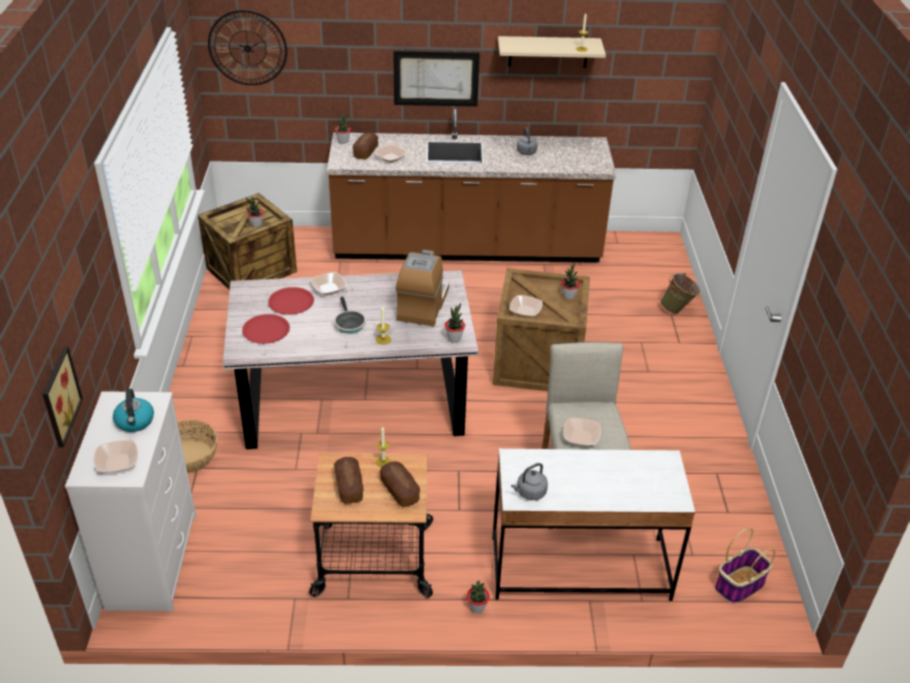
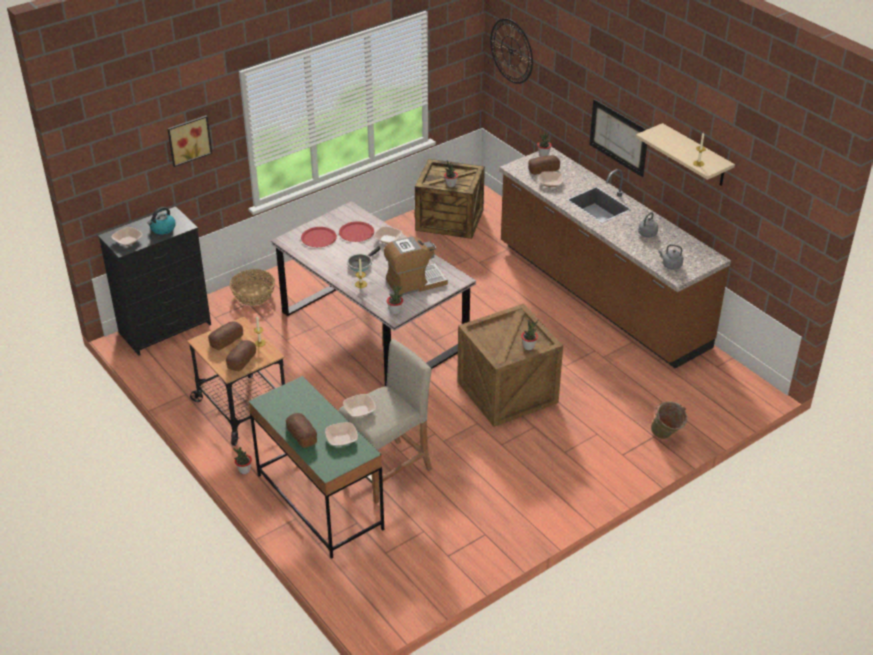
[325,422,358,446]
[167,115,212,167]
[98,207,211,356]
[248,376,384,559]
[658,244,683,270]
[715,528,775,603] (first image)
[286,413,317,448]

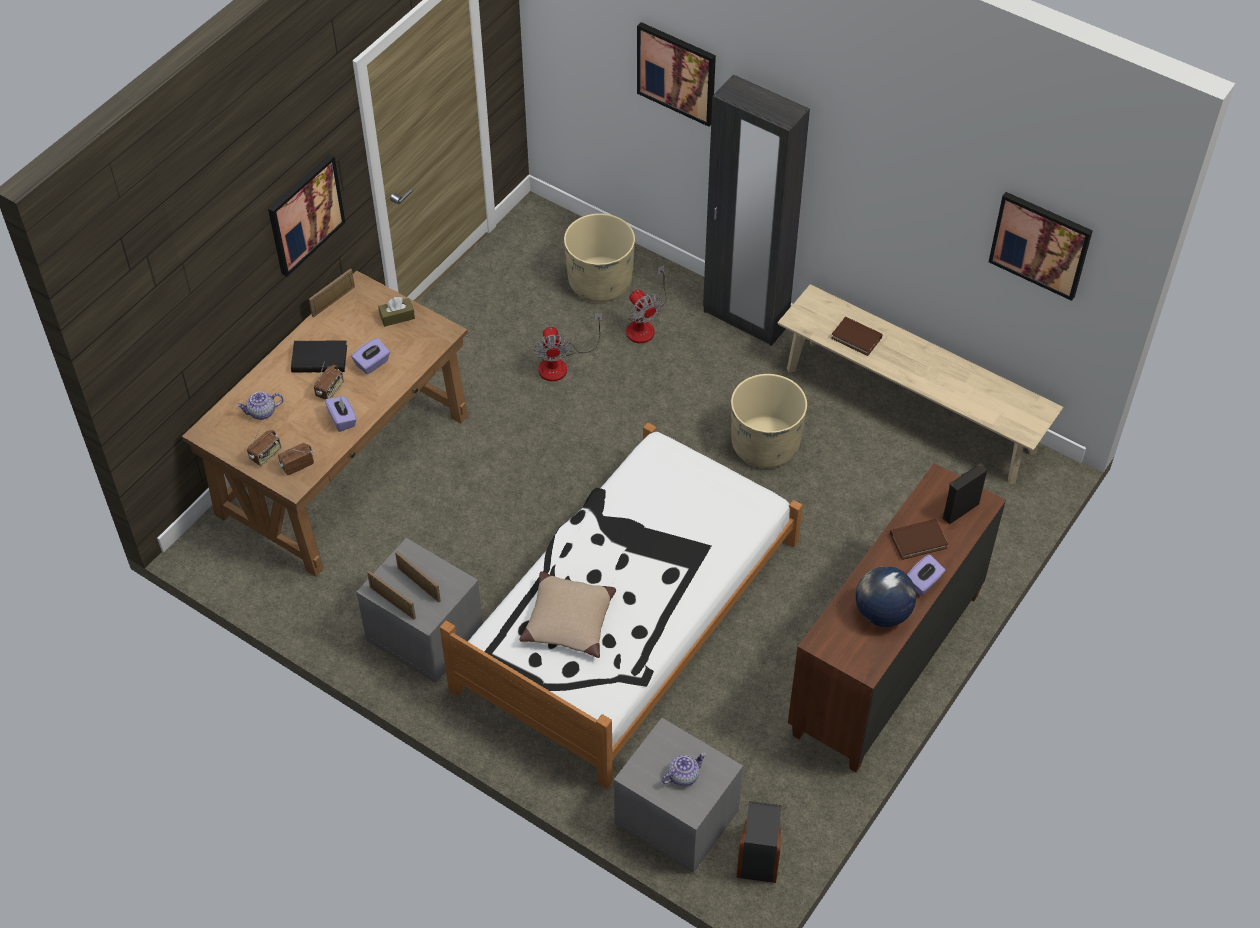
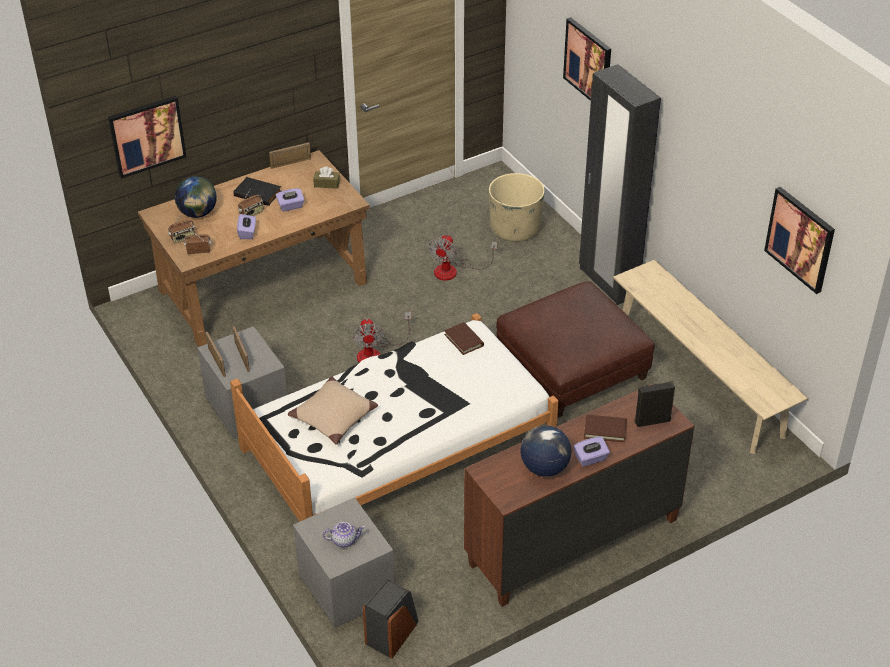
[108,96,187,179]
[353,312,411,362]
[444,322,484,355]
[496,281,654,418]
[175,176,217,218]

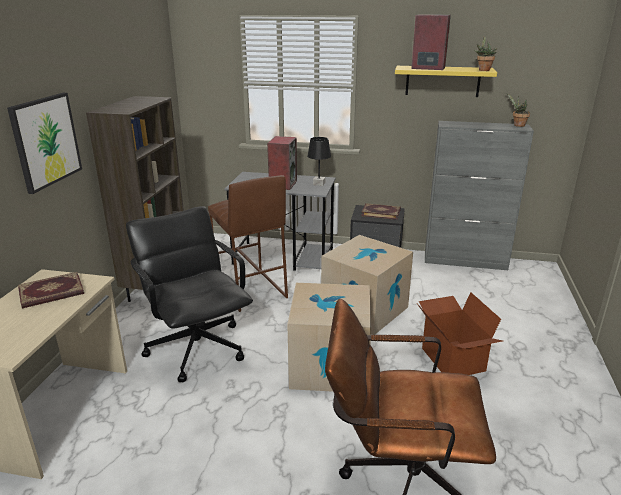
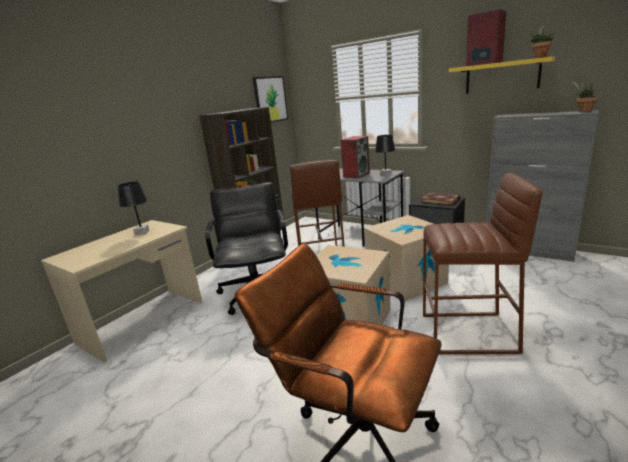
[253,76,288,123]
[118,181,150,236]
[423,173,542,354]

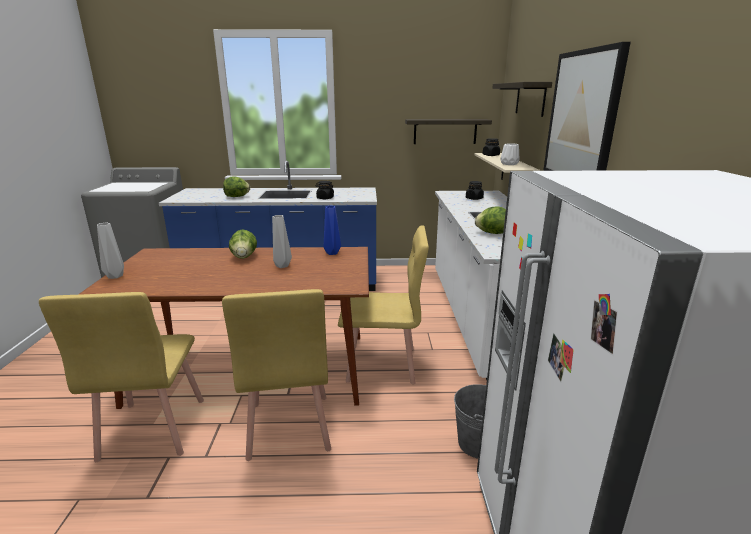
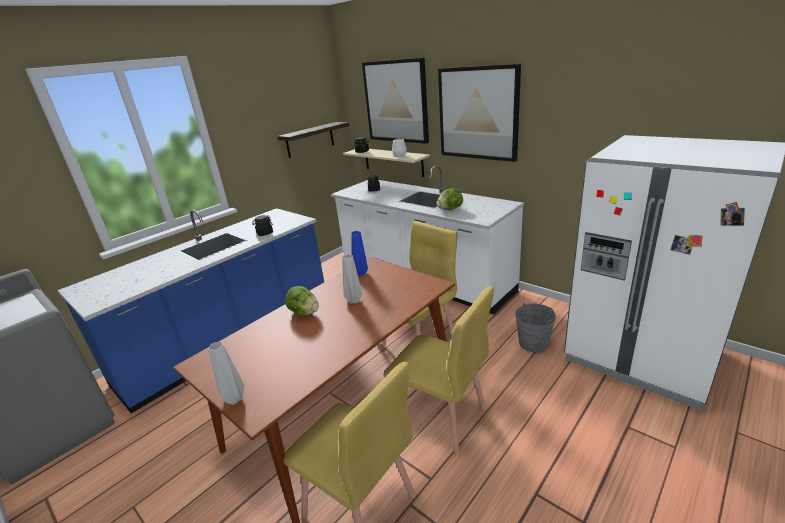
[362,58,429,144]
[223,176,250,197] (first image)

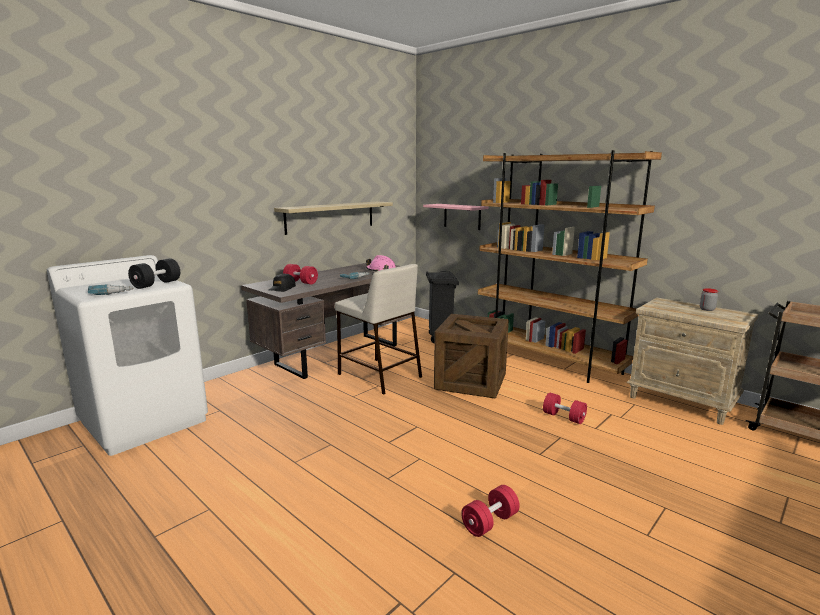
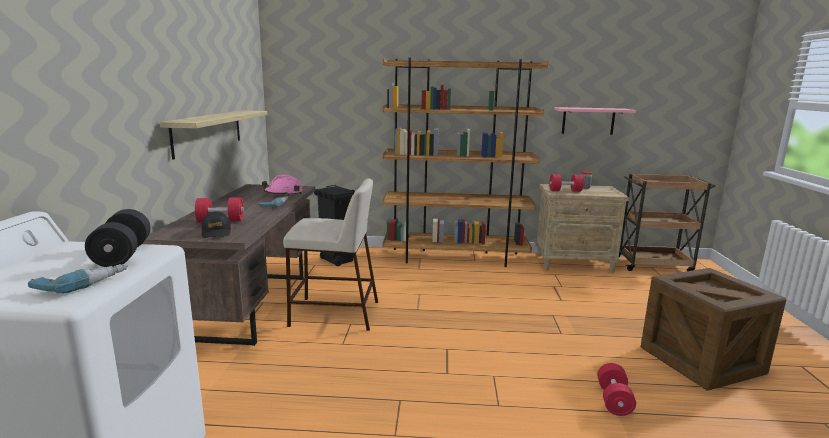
[554,107,636,135]
[641,268,786,391]
[549,174,584,192]

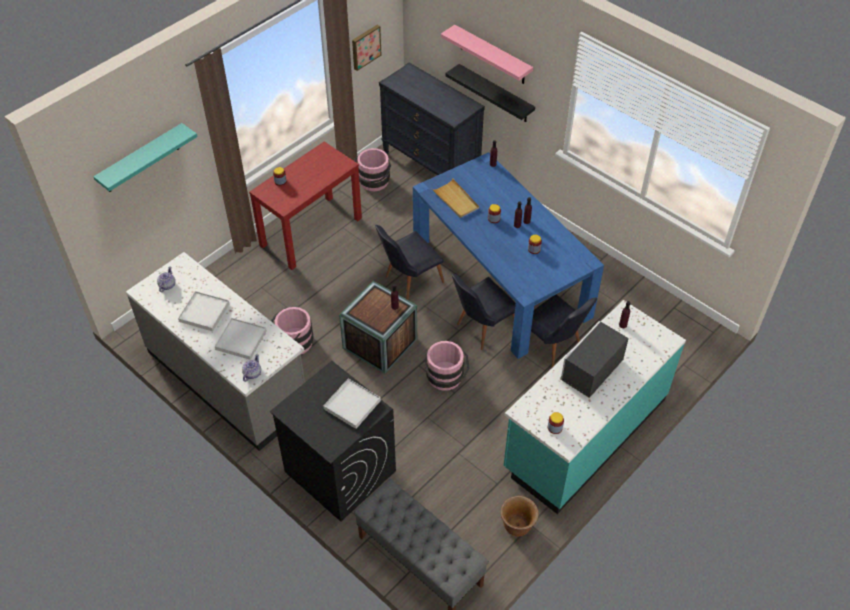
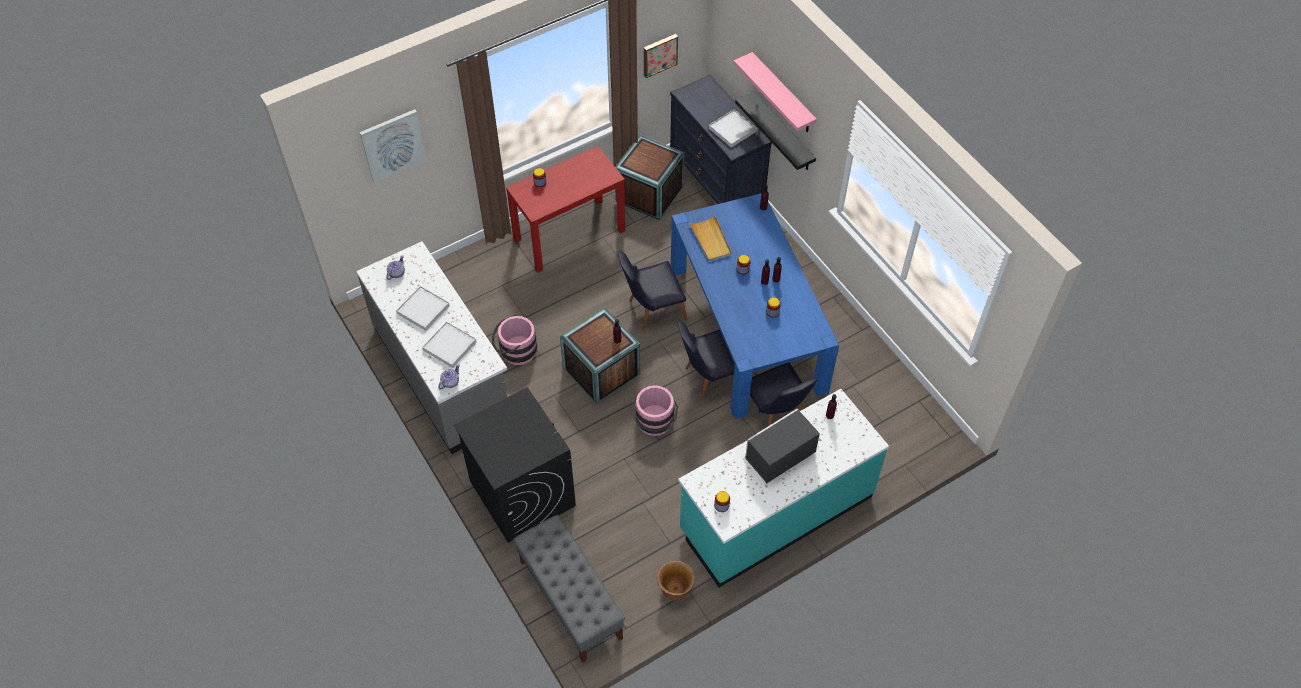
[360,109,427,184]
[615,135,685,220]
[709,109,757,148]

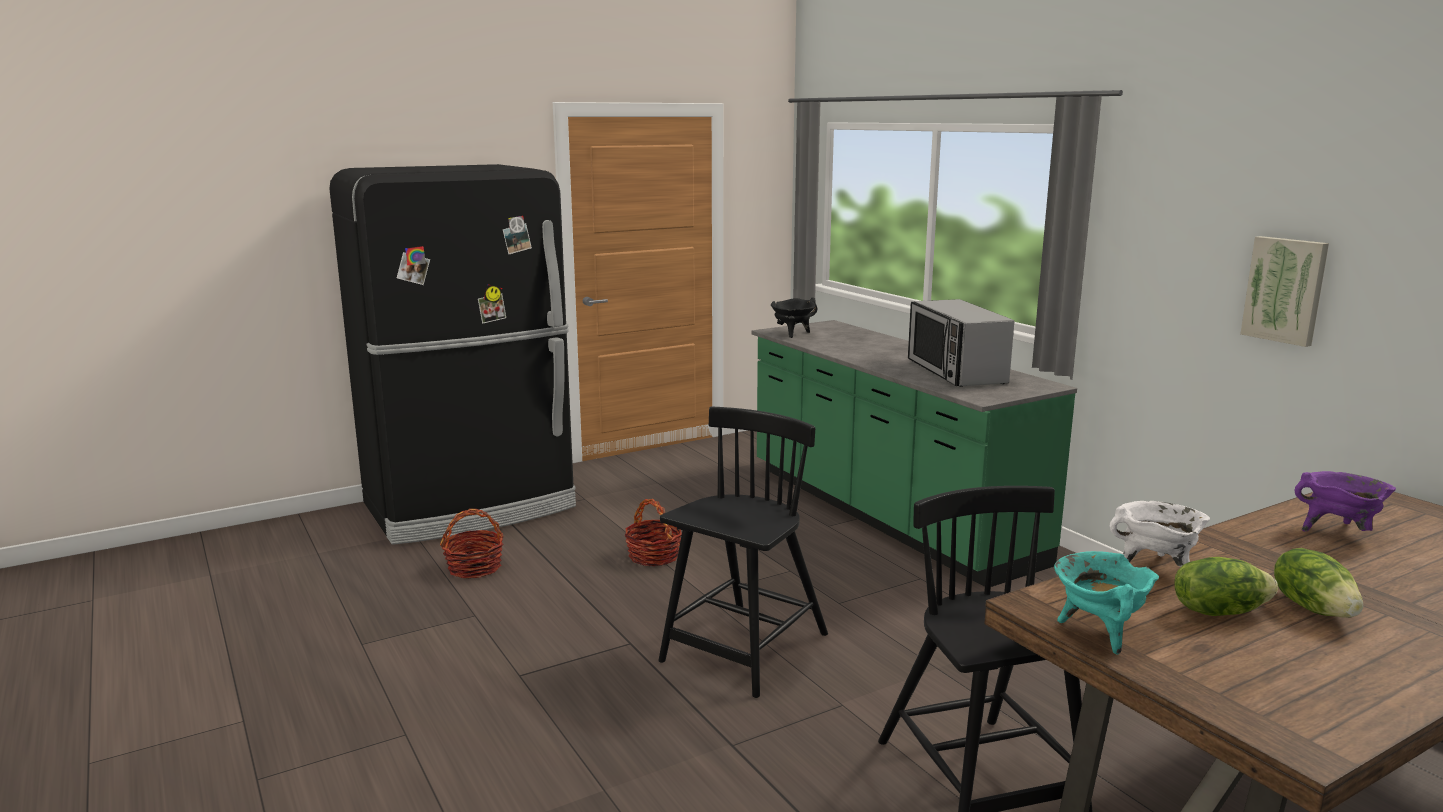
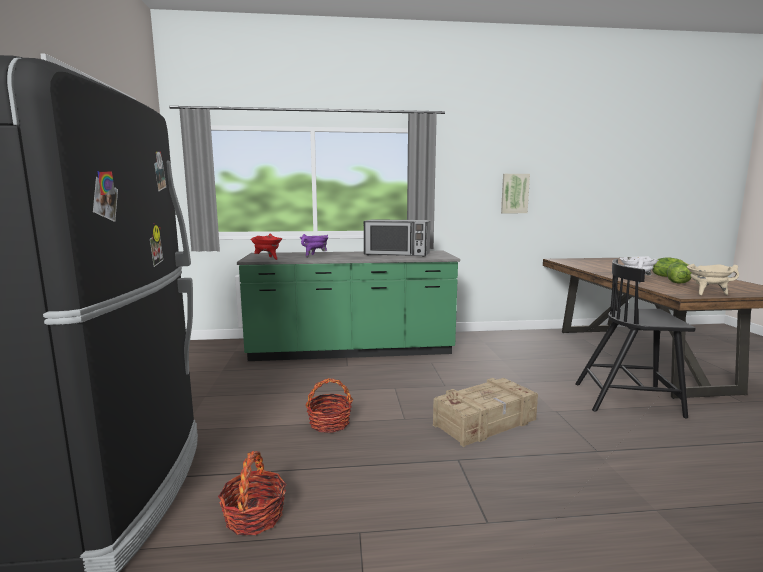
[251,233,282,260]
[433,378,538,447]
[300,234,328,258]
[687,264,739,295]

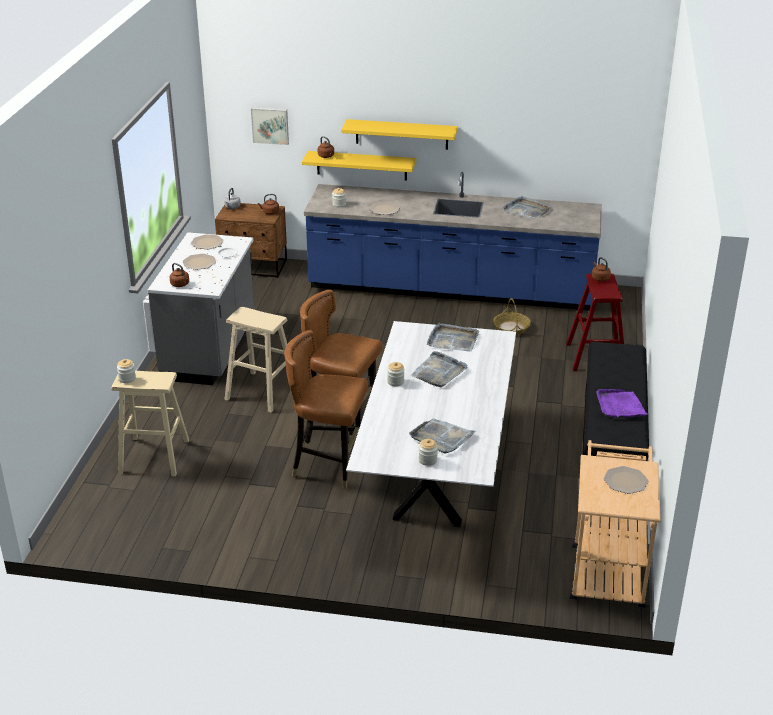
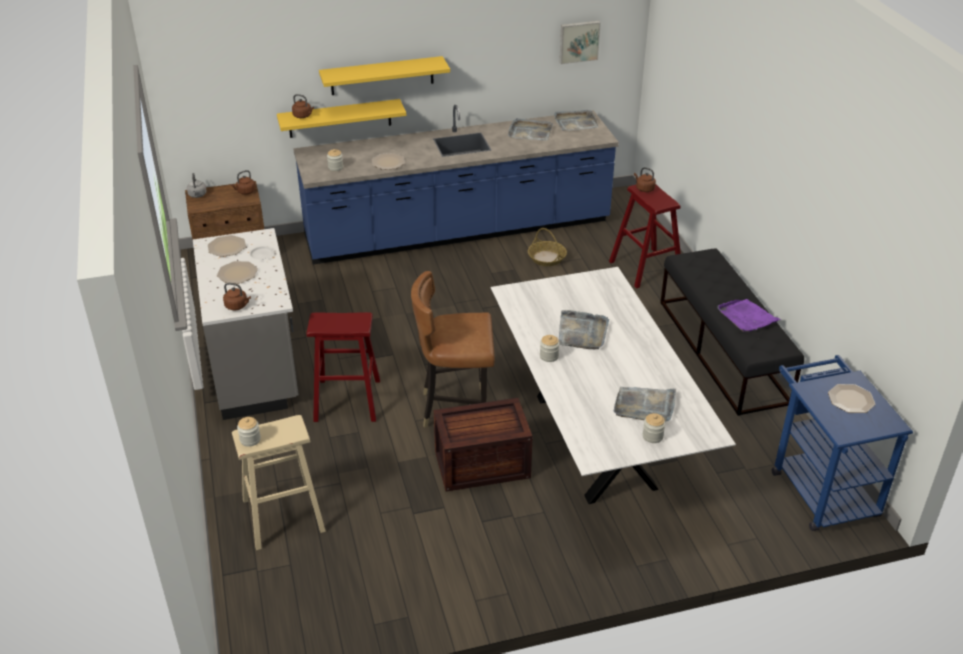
[559,21,601,64]
[307,312,380,422]
[554,110,598,131]
[434,398,533,492]
[772,355,913,531]

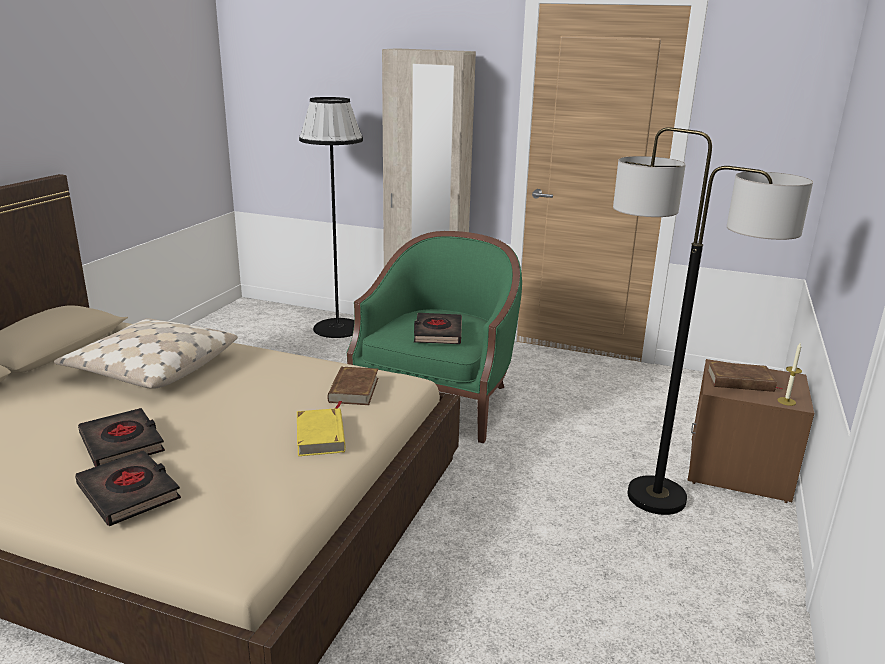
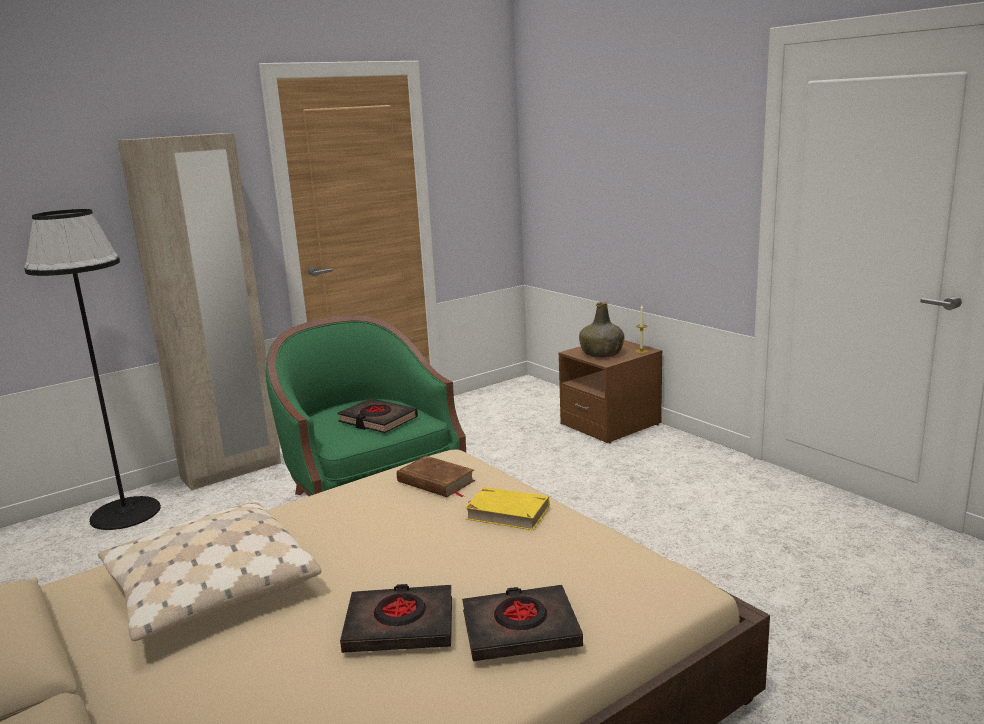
[613,127,813,515] (first image)
[579,302,624,358]

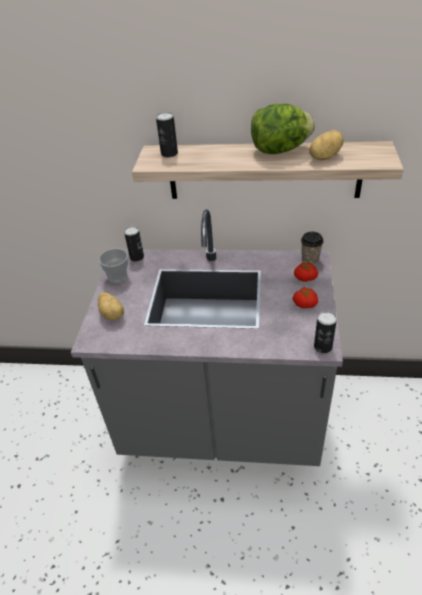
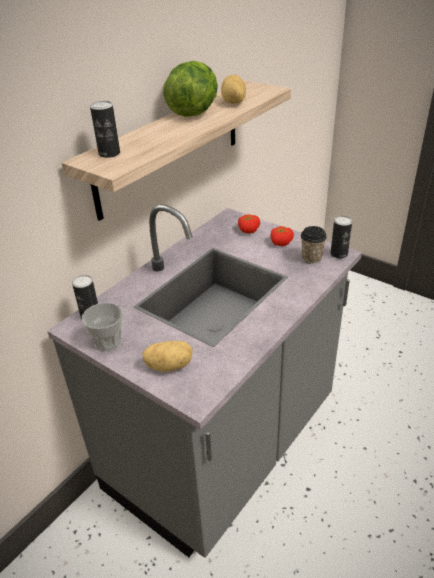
[301,226,327,264]

